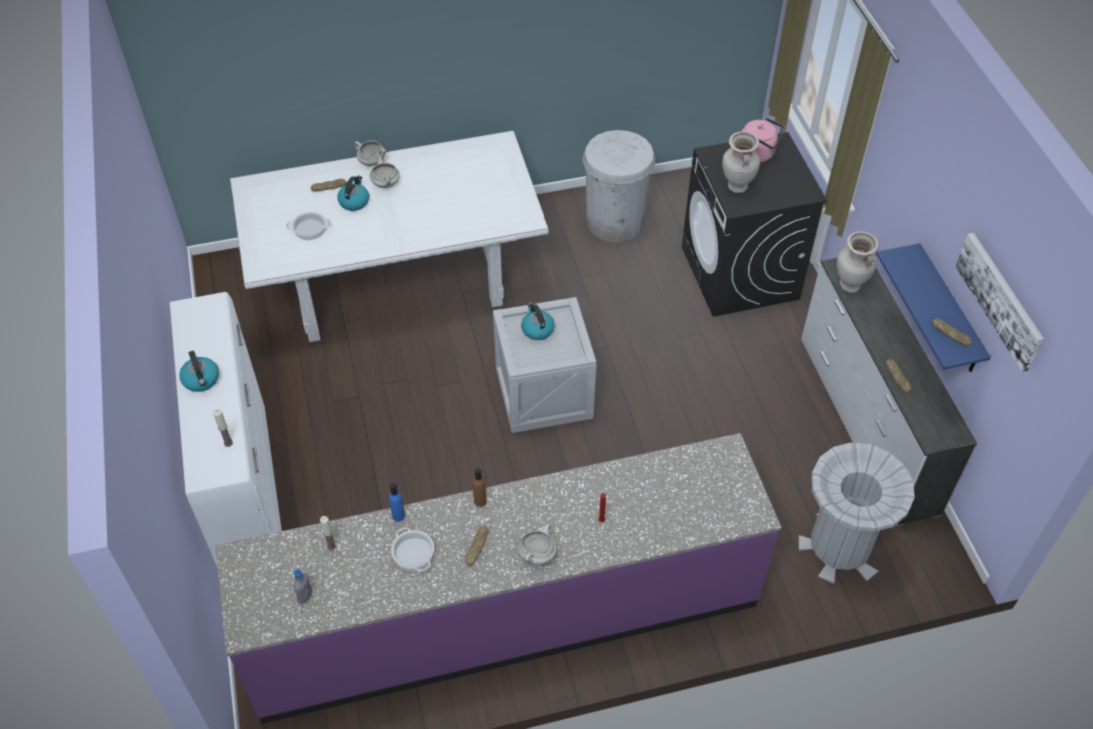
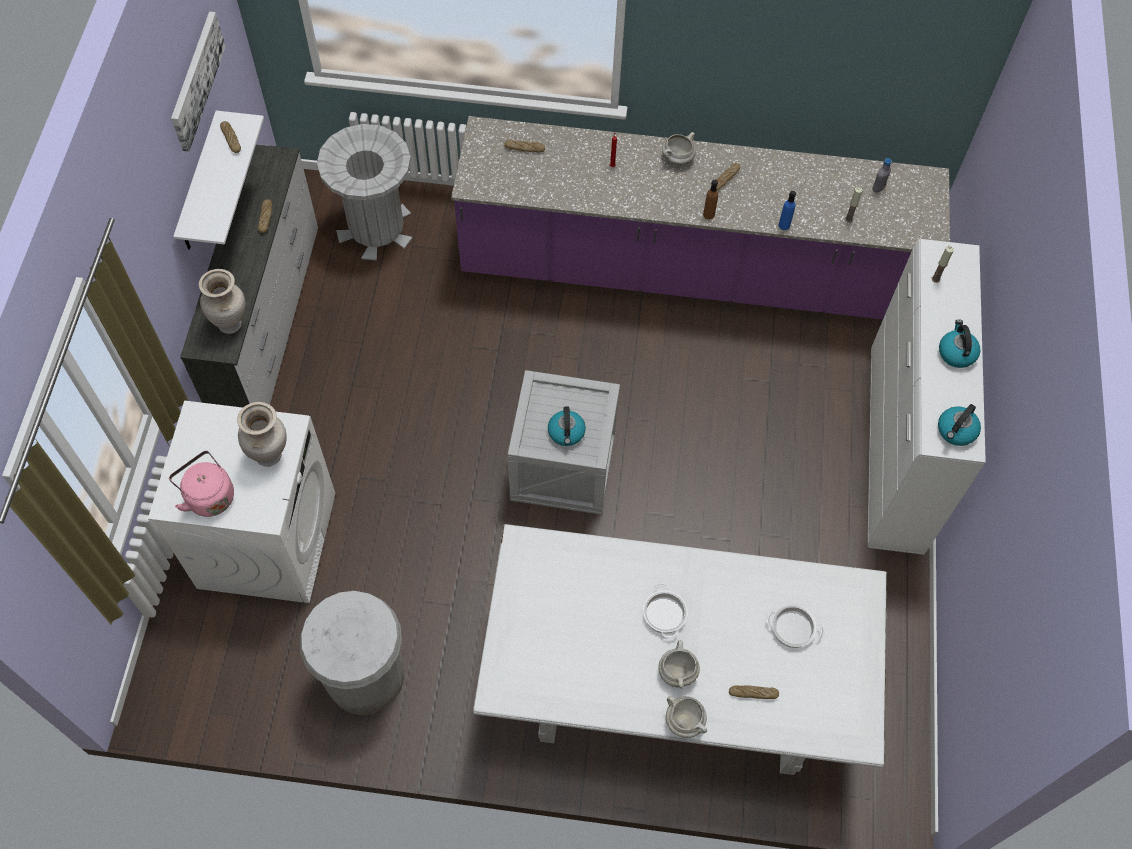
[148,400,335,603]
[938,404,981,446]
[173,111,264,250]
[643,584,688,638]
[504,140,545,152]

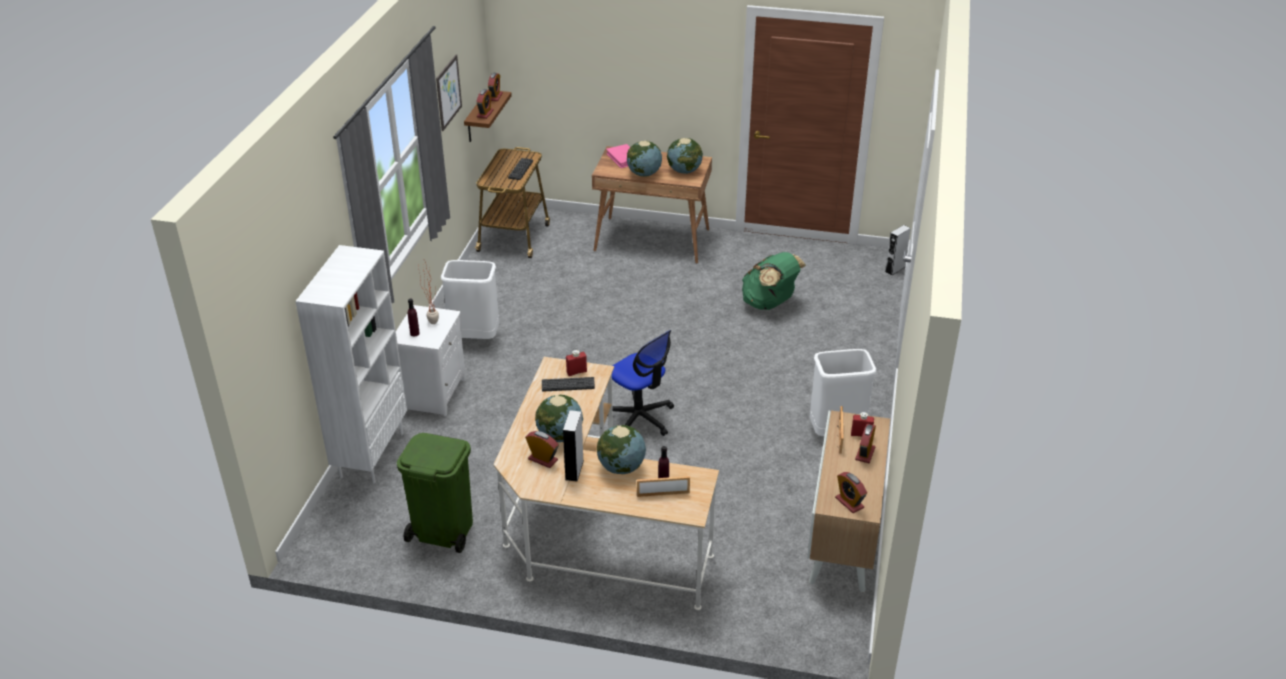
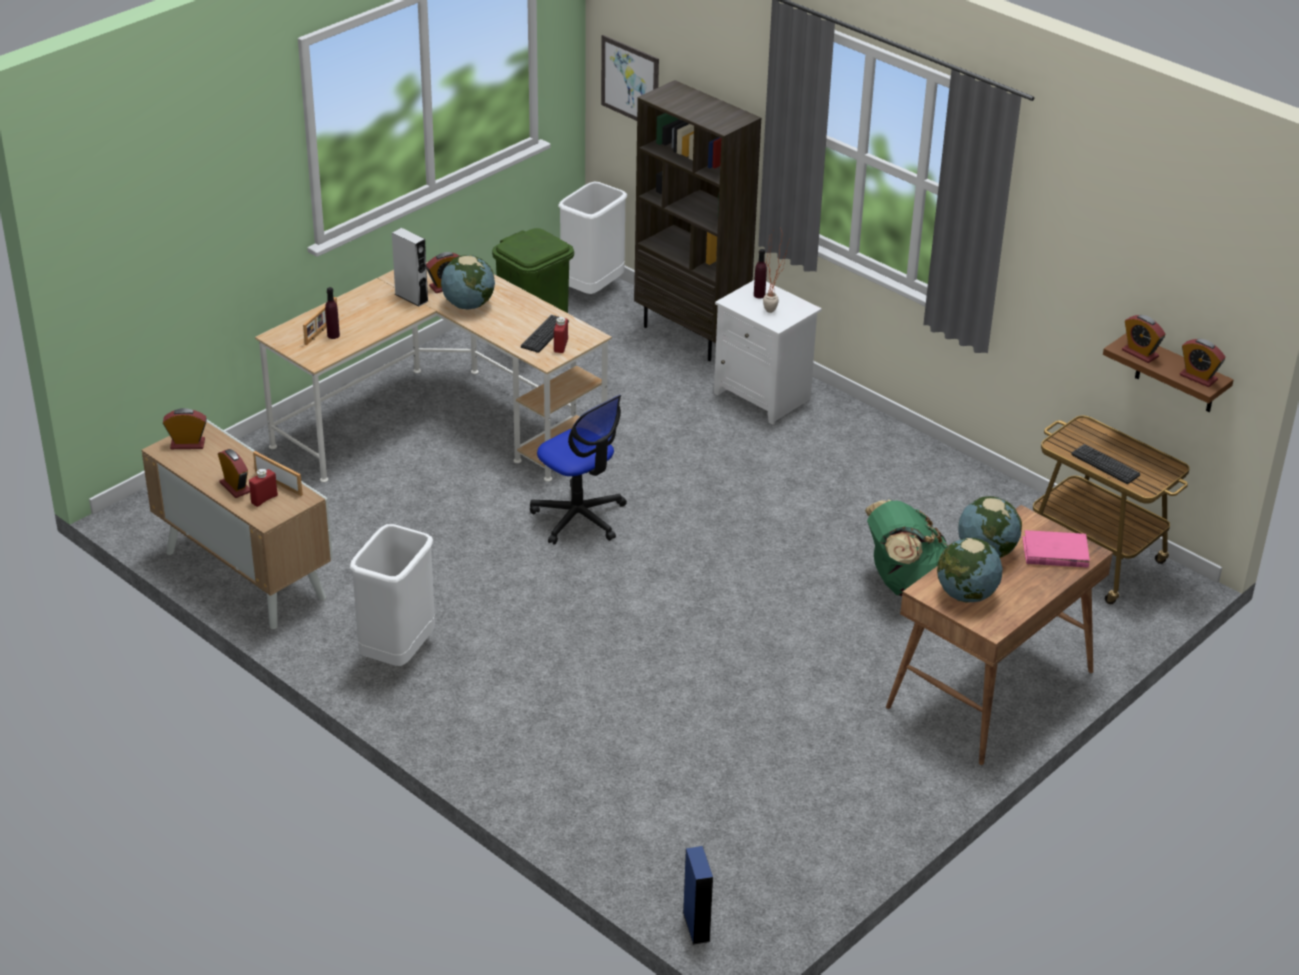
[601,35,659,121]
[683,846,713,945]
[634,80,761,361]
[865,500,948,596]
[558,181,627,294]
[530,395,627,545]
[597,425,646,474] (first image)

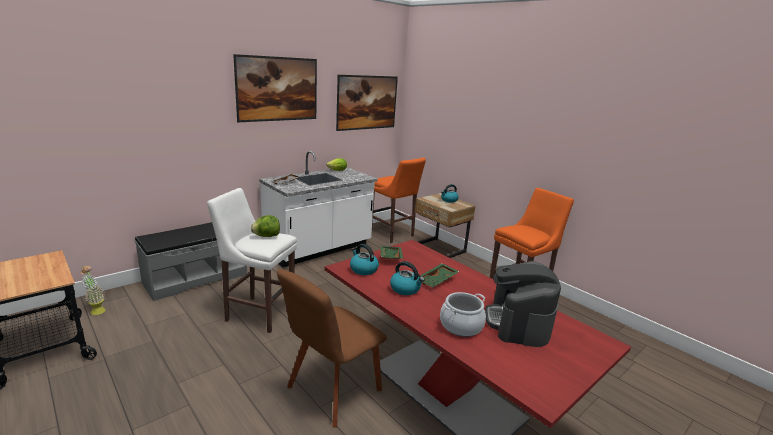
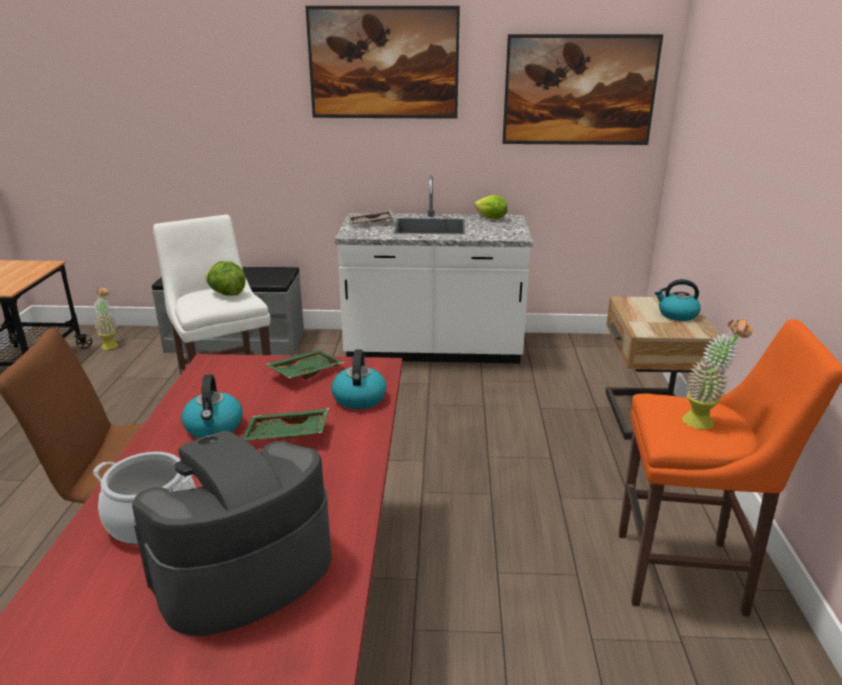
[372,158,426,243] (first image)
[332,349,387,409]
[682,319,753,429]

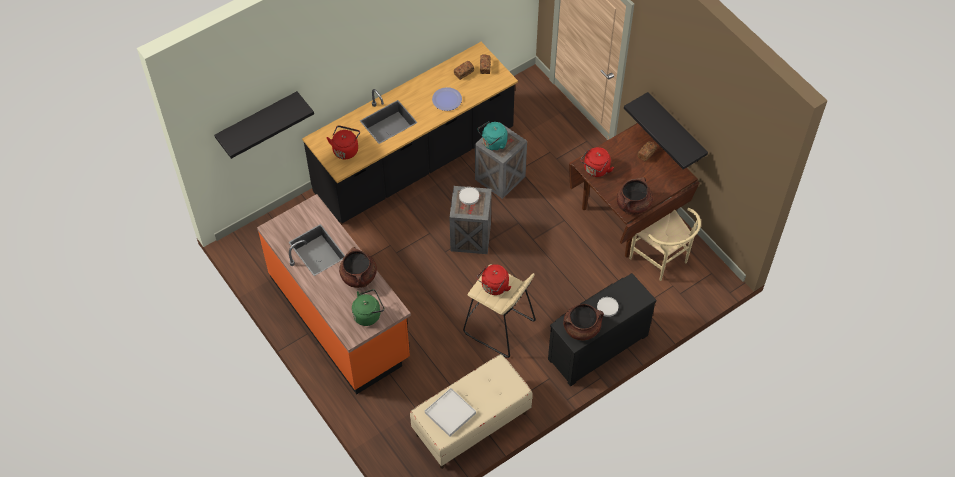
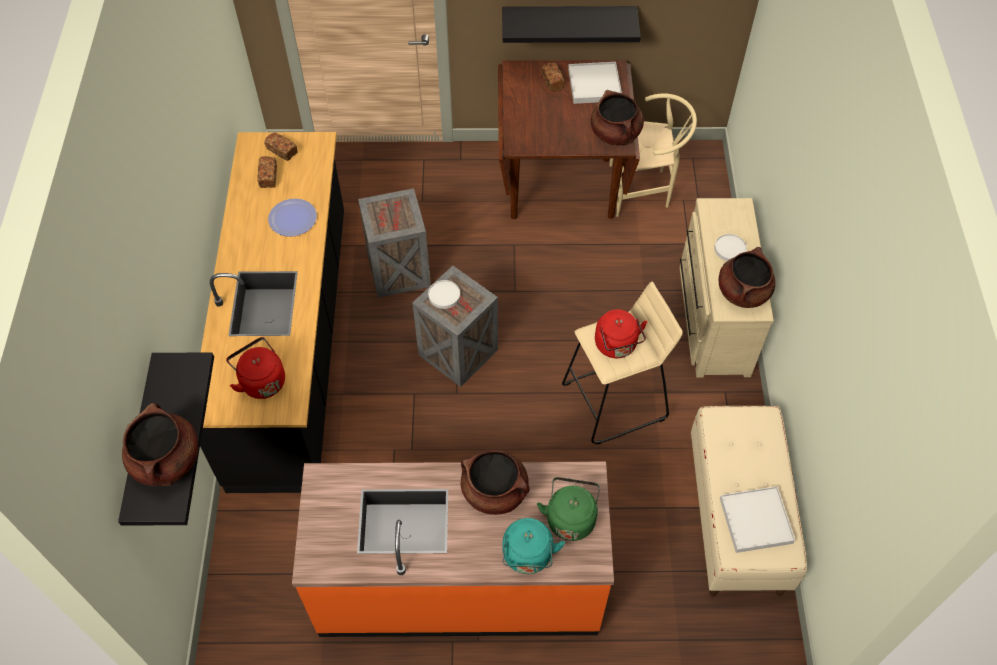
[503,518,565,574]
[581,147,614,177] (first image)
[679,198,774,378]
[568,62,622,104]
[122,403,198,486]

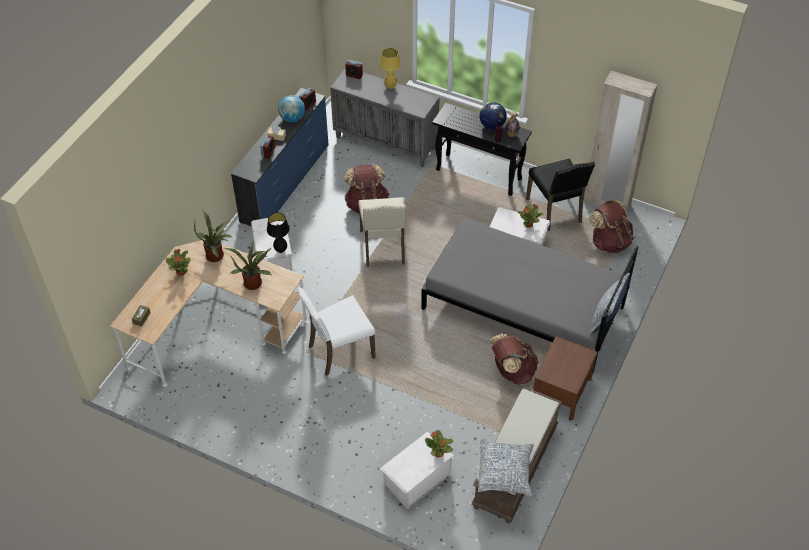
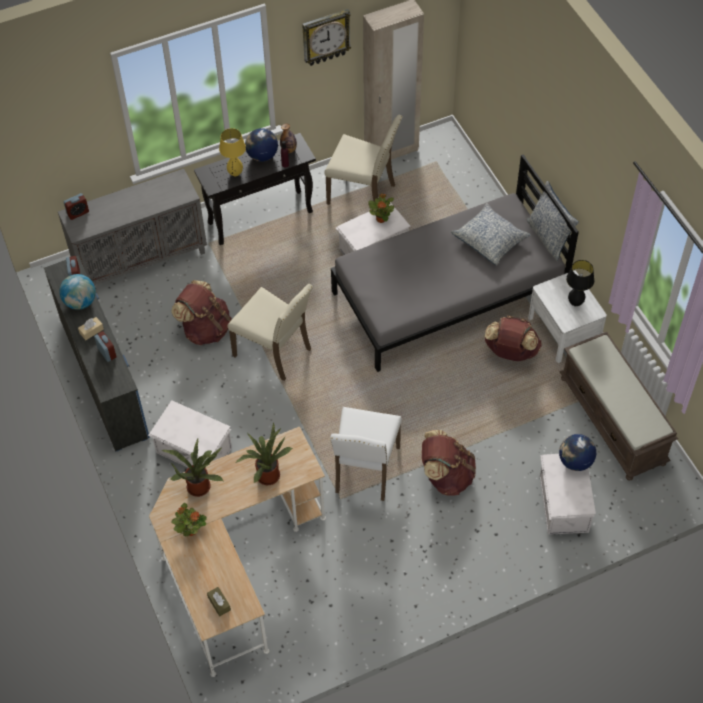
[219,128,246,177]
[324,115,403,205]
[422,430,476,496]
[566,260,594,306]
[528,271,607,363]
[559,434,596,471]
[451,203,531,266]
[302,9,351,66]

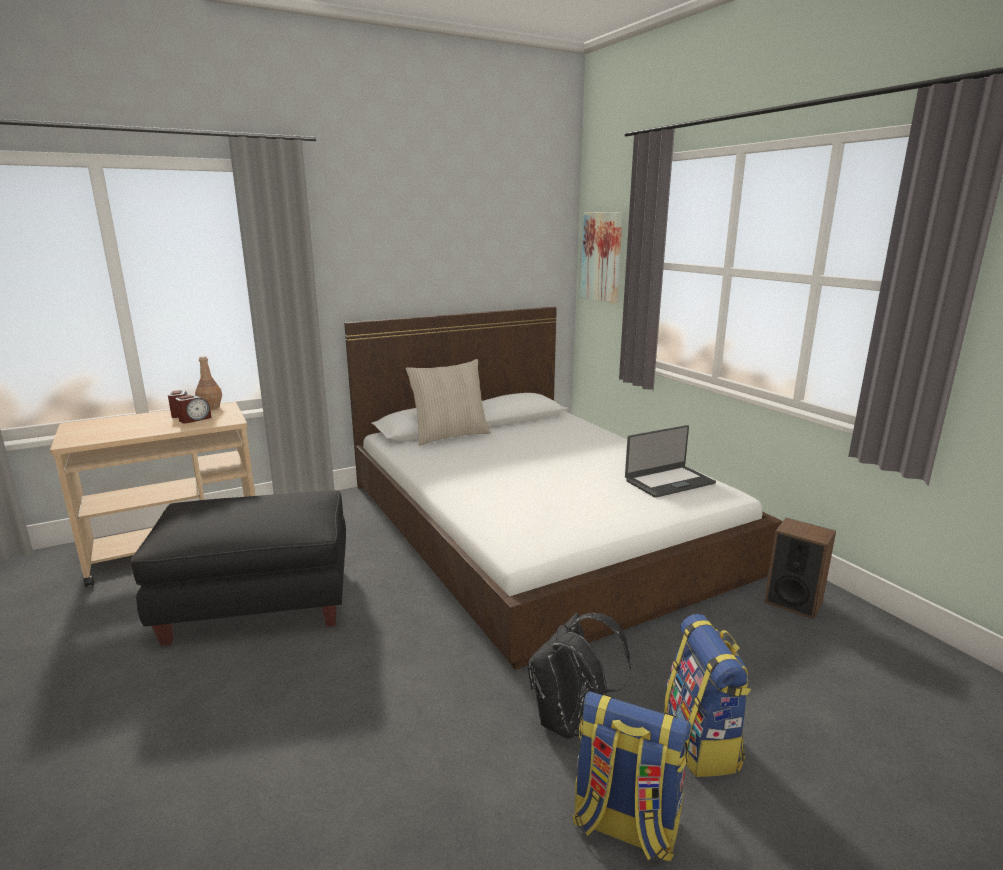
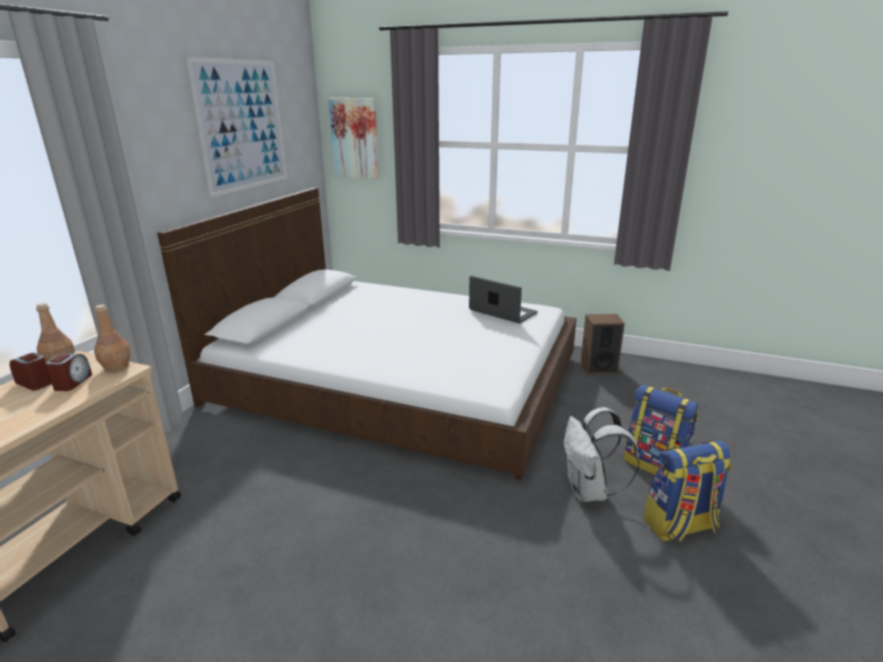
[406,359,491,446] (first image)
[469,276,537,323]
[131,490,346,646] (first image)
[564,407,640,502]
[186,57,287,197]
[94,305,131,372]

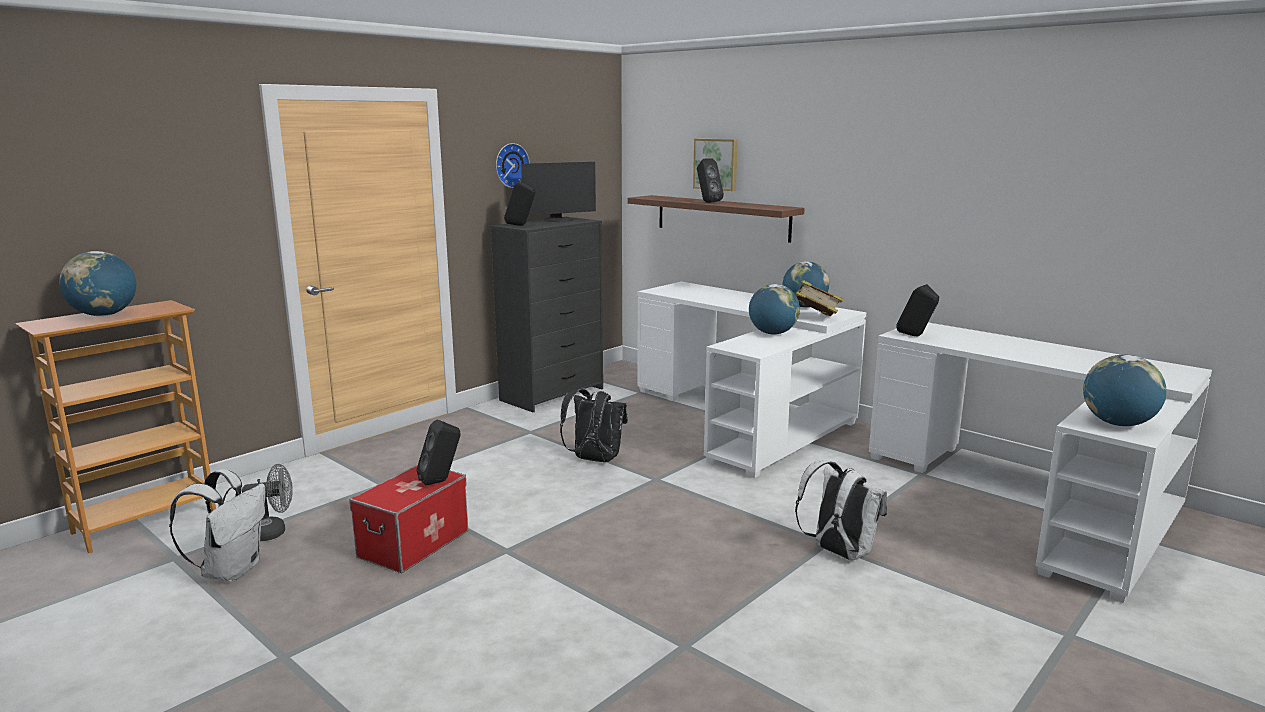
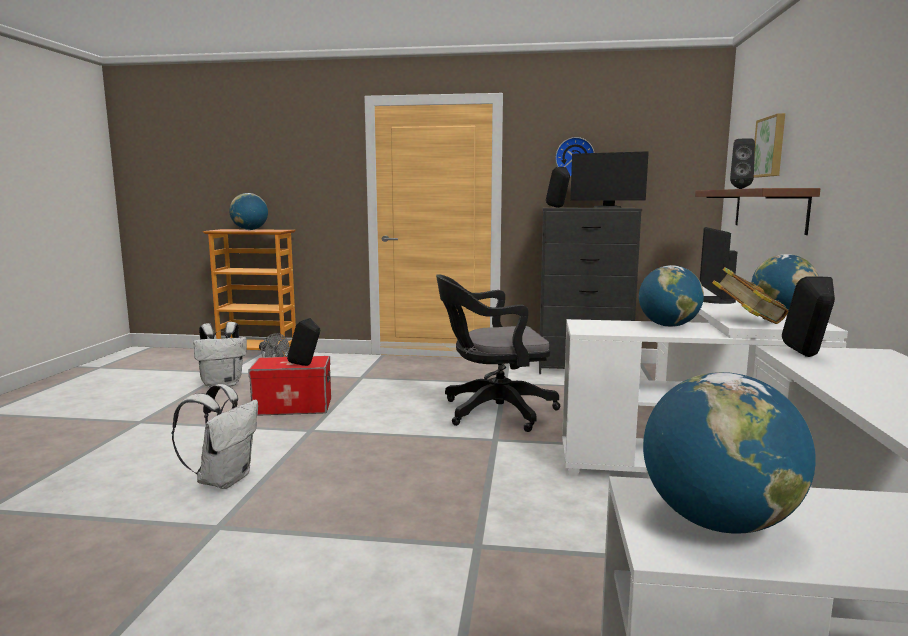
[436,275,561,432]
[172,384,258,489]
[700,227,737,304]

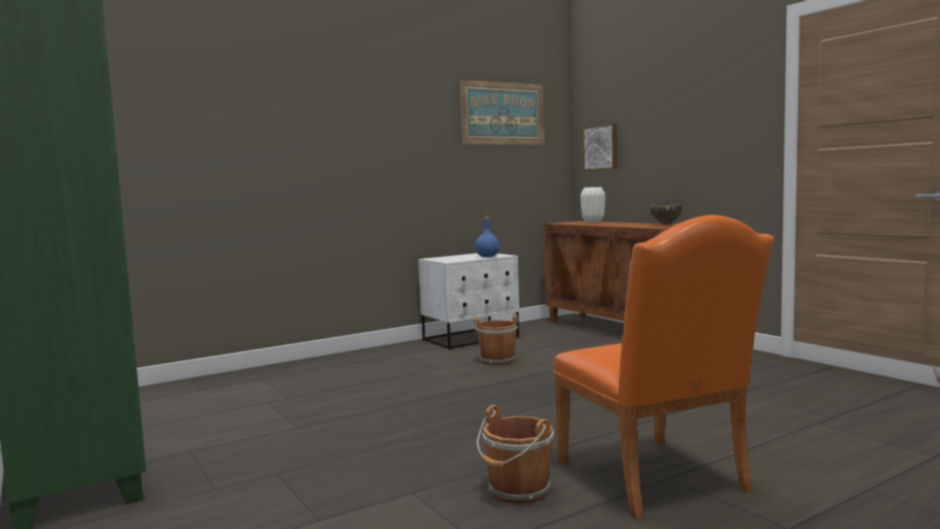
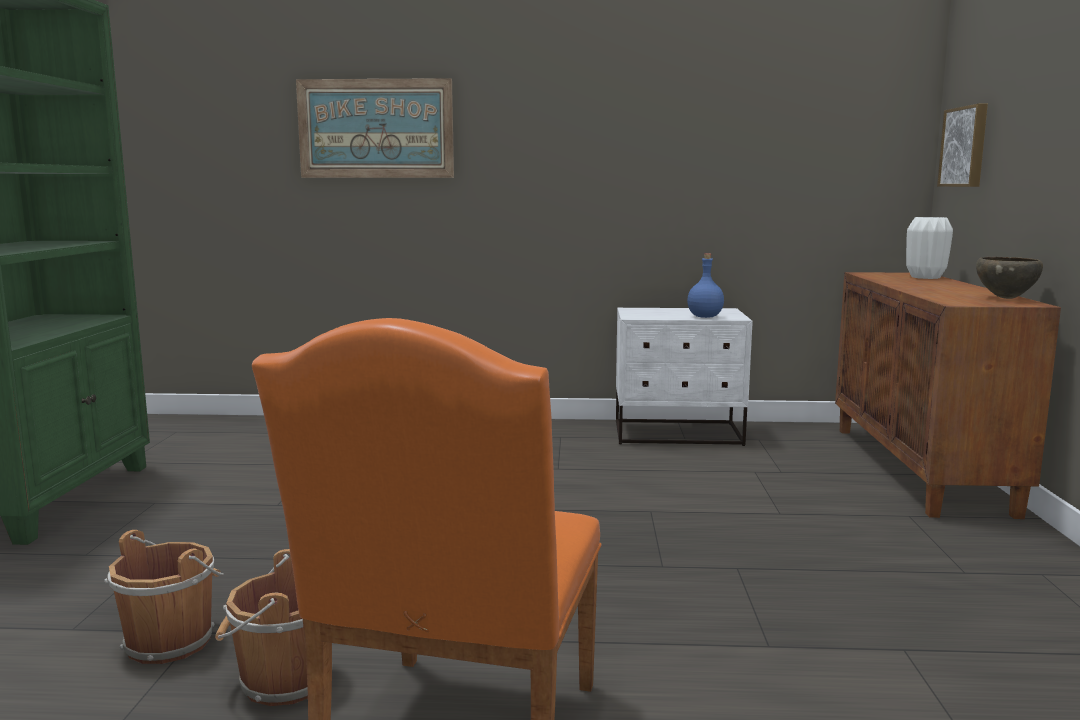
[296,78,454,178]
[104,530,224,664]

